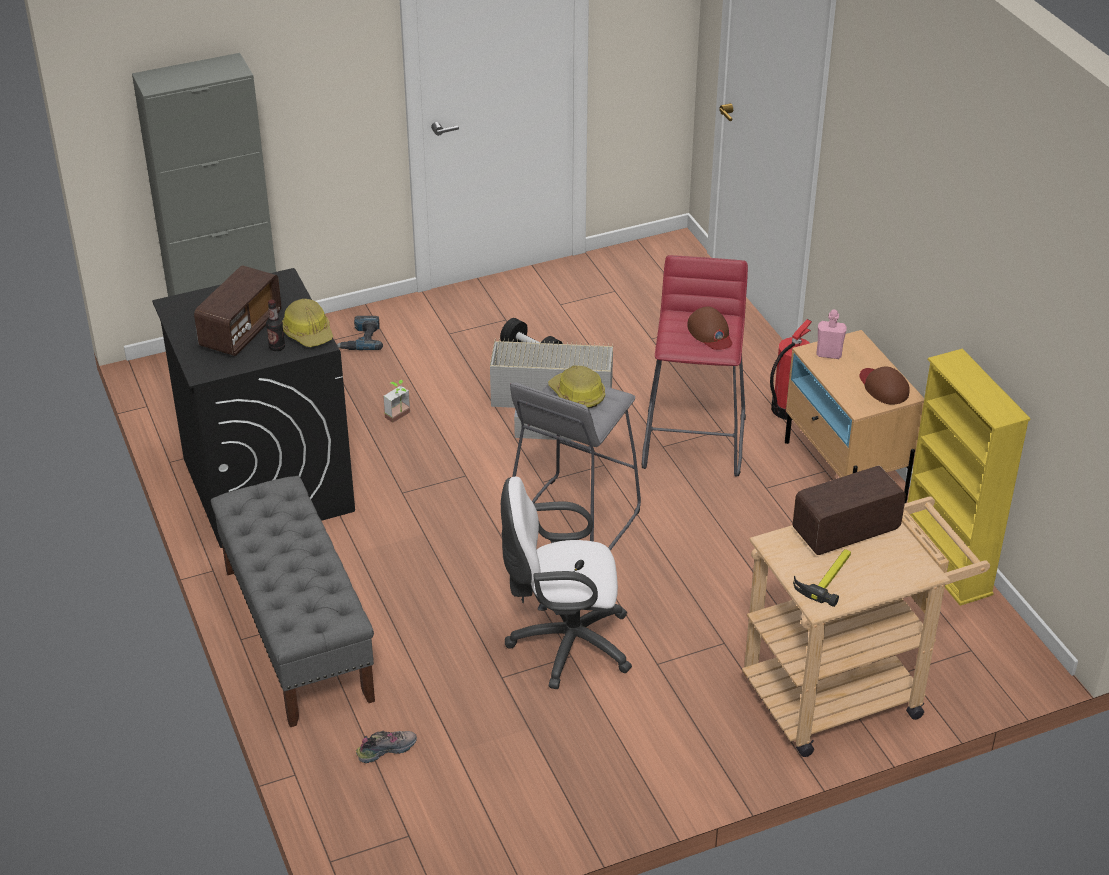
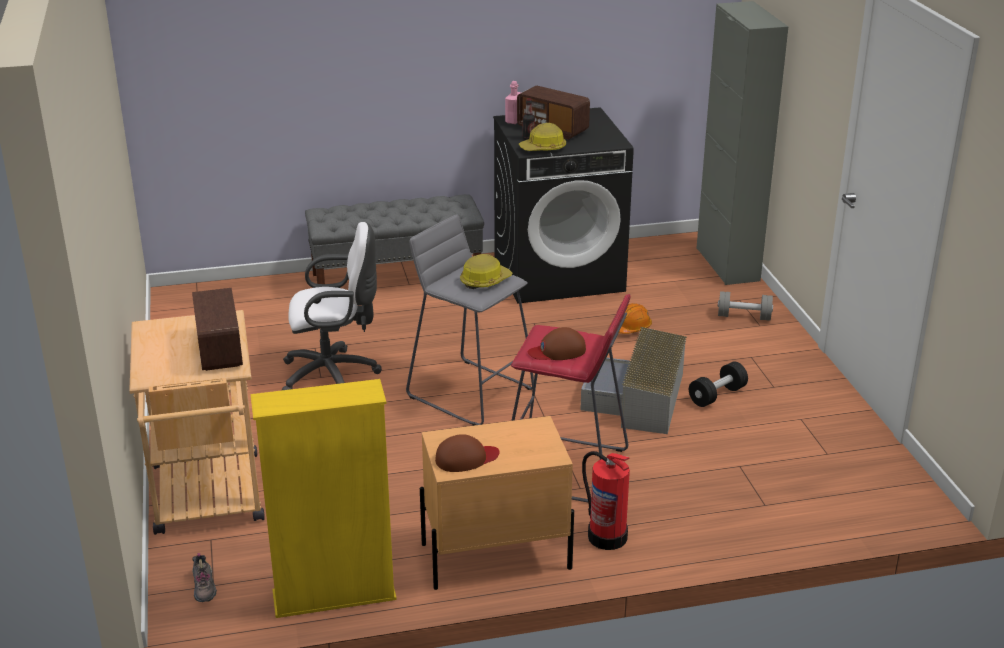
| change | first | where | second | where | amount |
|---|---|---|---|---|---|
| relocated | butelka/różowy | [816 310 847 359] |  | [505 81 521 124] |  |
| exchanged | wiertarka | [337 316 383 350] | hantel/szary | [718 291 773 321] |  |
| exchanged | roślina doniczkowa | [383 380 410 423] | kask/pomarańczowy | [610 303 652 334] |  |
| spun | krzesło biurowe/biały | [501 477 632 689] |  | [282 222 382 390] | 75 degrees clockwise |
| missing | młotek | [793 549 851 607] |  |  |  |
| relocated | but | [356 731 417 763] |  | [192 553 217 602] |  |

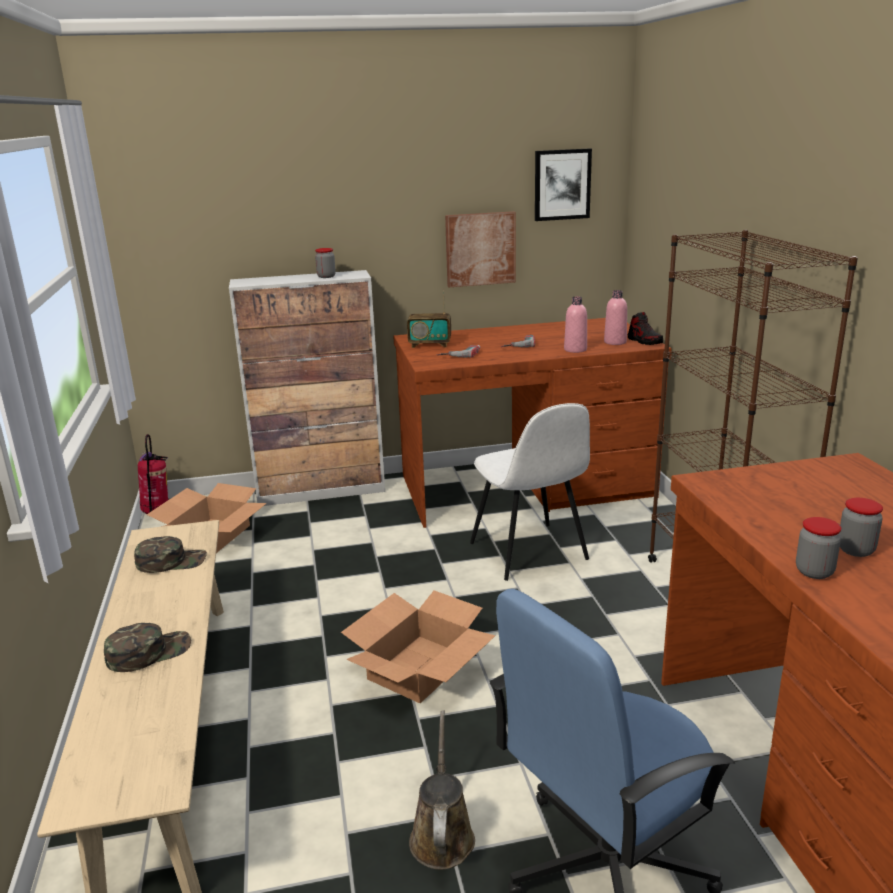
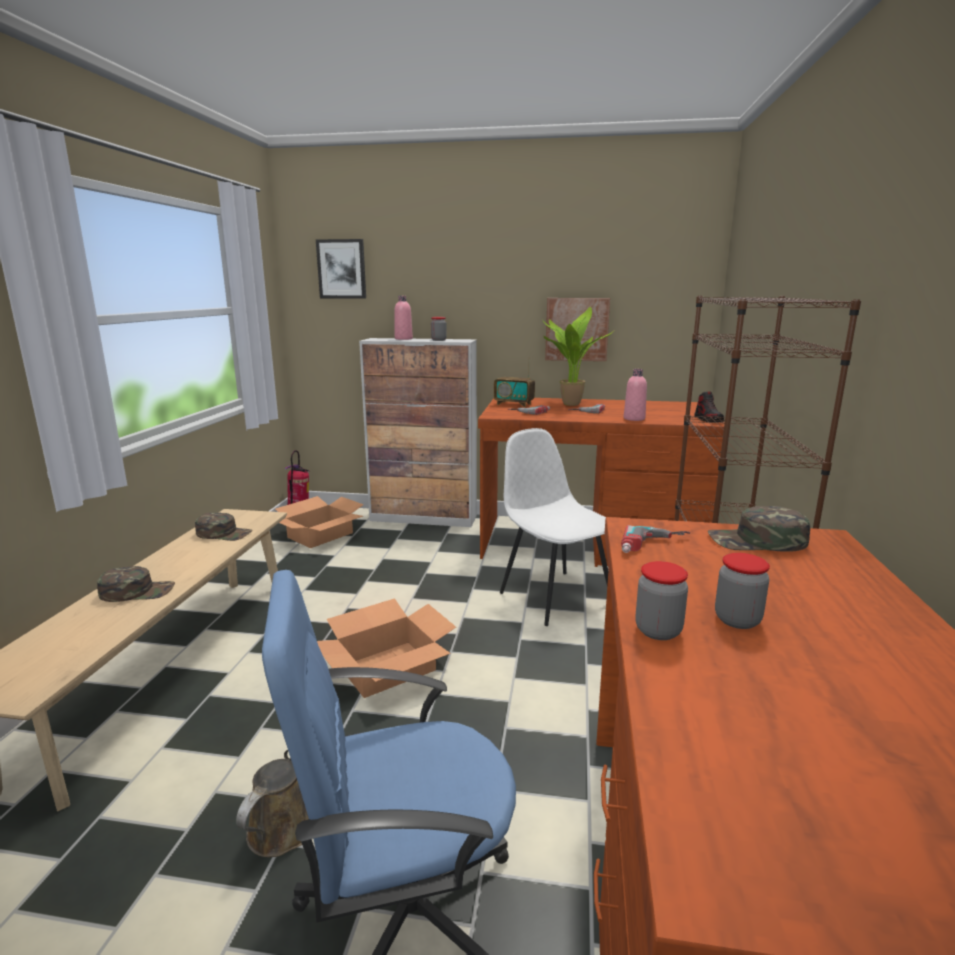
| change | first | where | second | where | amount |
|---|---|---|---|---|---|
| relocated | obraz | [535 149 592 221] |  | [316 239 366 299] |  |
| relocated | butelka/różowy | [604 290 627 345] |  | [394 296 413 340] |  |
| spun | krzesło/biały | [470 403 590 581] |  | [500 428 608 626] | 150 degrees clockwise |
| appeared |  |  | roślina doniczkowa | [543 307 614 406] |  |
| appeared |  |  | czapka z daszkiem/zielony | [708 506 810 552] |  |
| appeared |  |  | wiertarka | [621 525 690 553] |  |

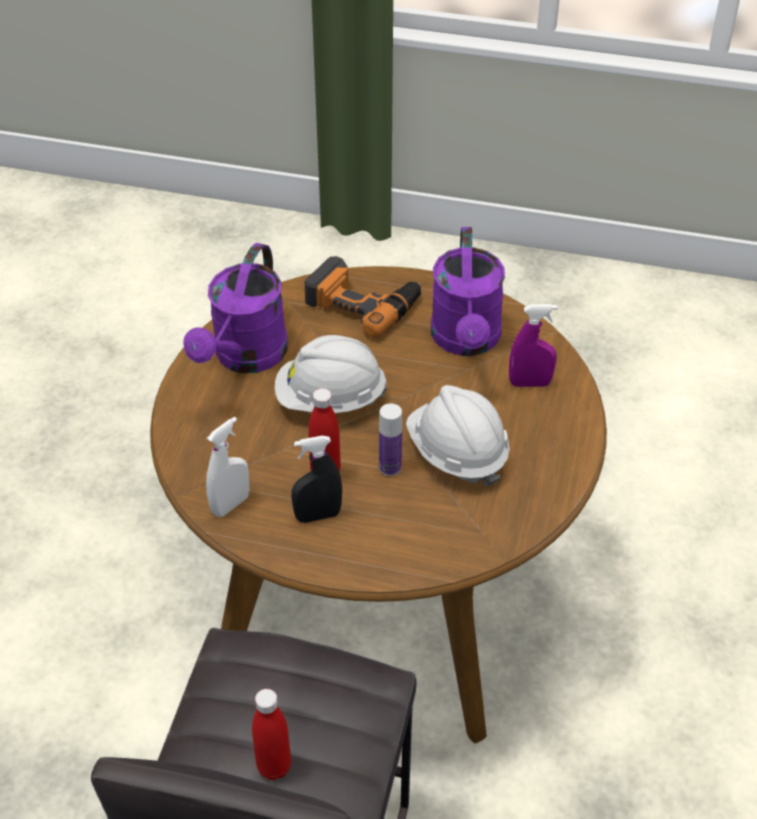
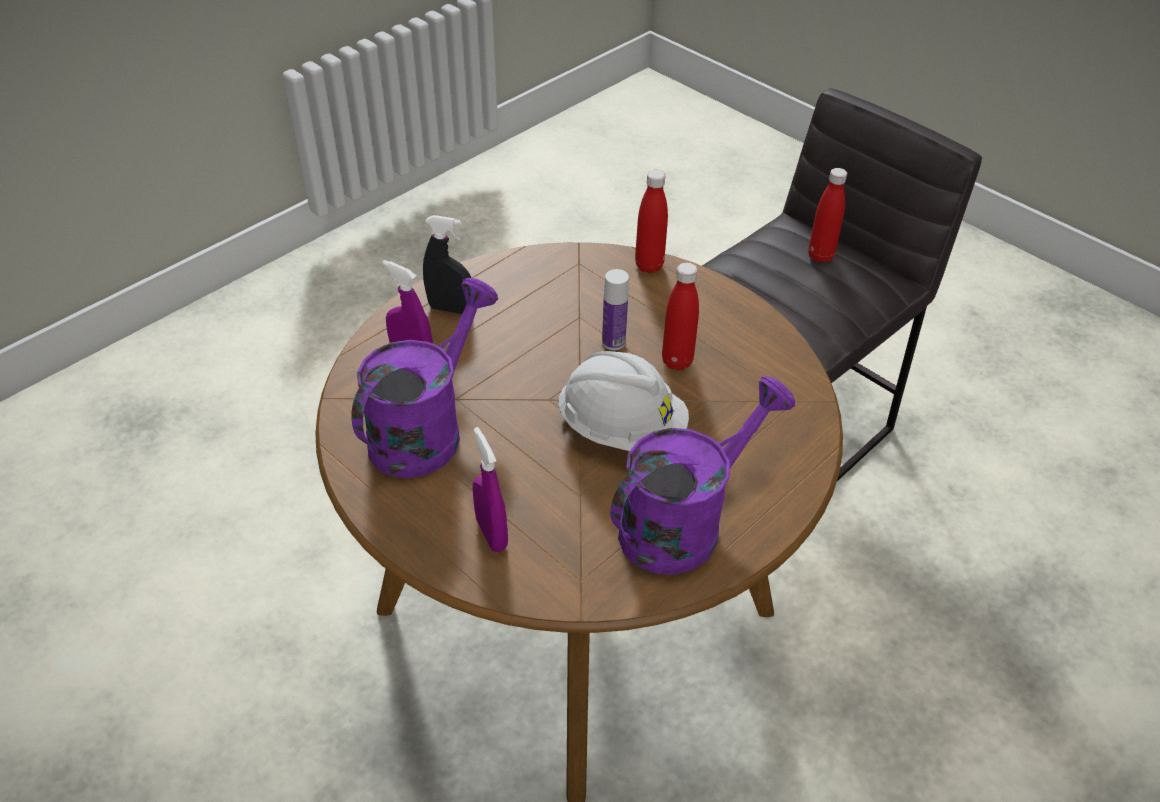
| change | first | where | second | where | amount |
|---|---|---|---|---|---|
| exchanged | wiertarka | [305 256 421 338] | spryskiwacz/fioletowy | [473 427 508 552] |  |
| missing | kask/biały | [406 385 510 487] |  |  |  |
| missing | spryskiwacz/biały | [206 417 249 517] |  |  |  |
| relocated | spryskiwacz/czarny | [291 436 342 523] |  | [423 215 471 314] |  |
| appeared |  |  | butelka/czerwony | [635 170 668 273] |  |

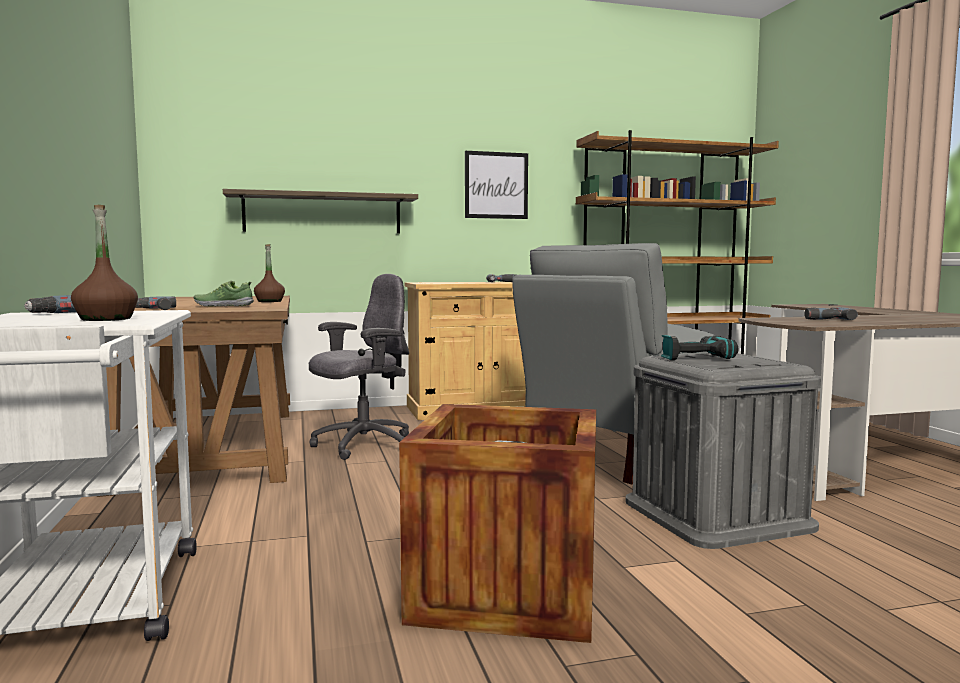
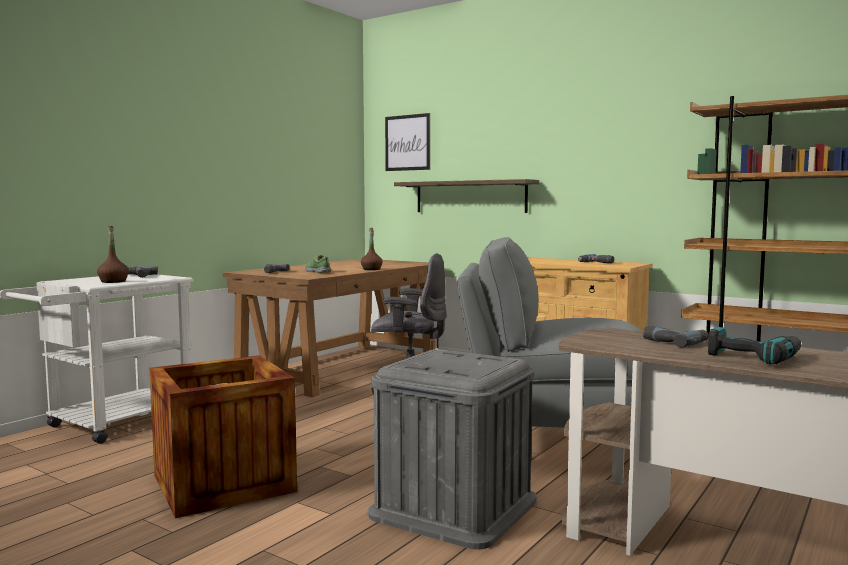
| change | first | where | second | where | amount |
|---|---|---|---|---|---|
| relocated | obraz | [465 151 528 219] |  | [385 113 430 171] |  |
| relocated | wiertarka | [661 335 739 360] |  | [708 327 802 364] |  |

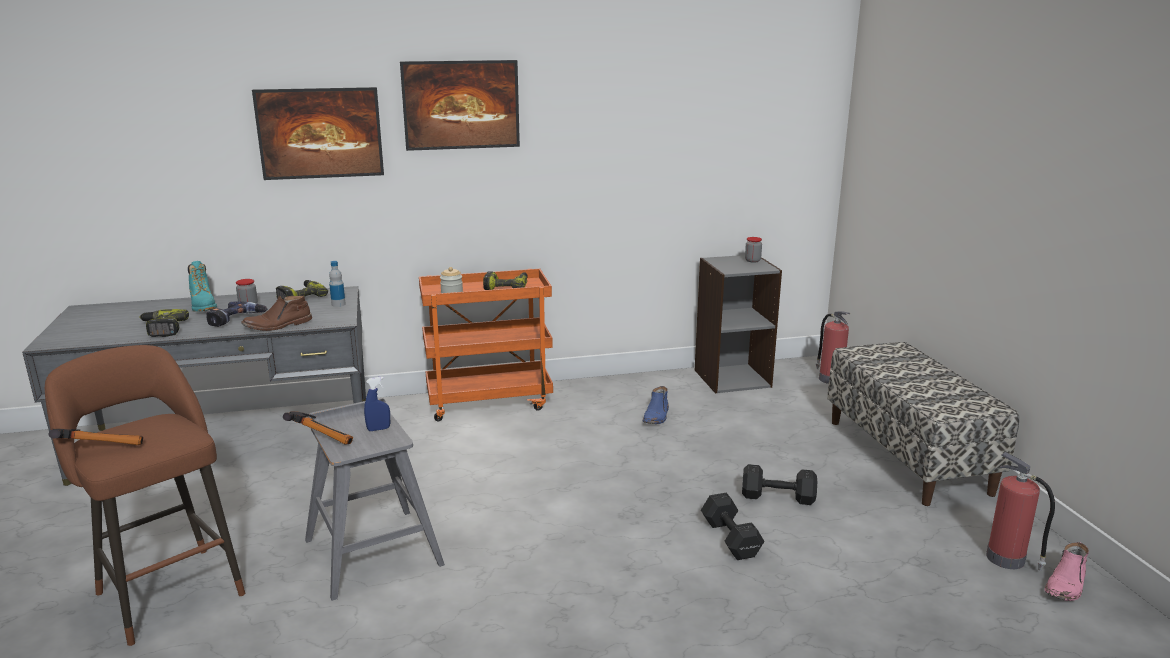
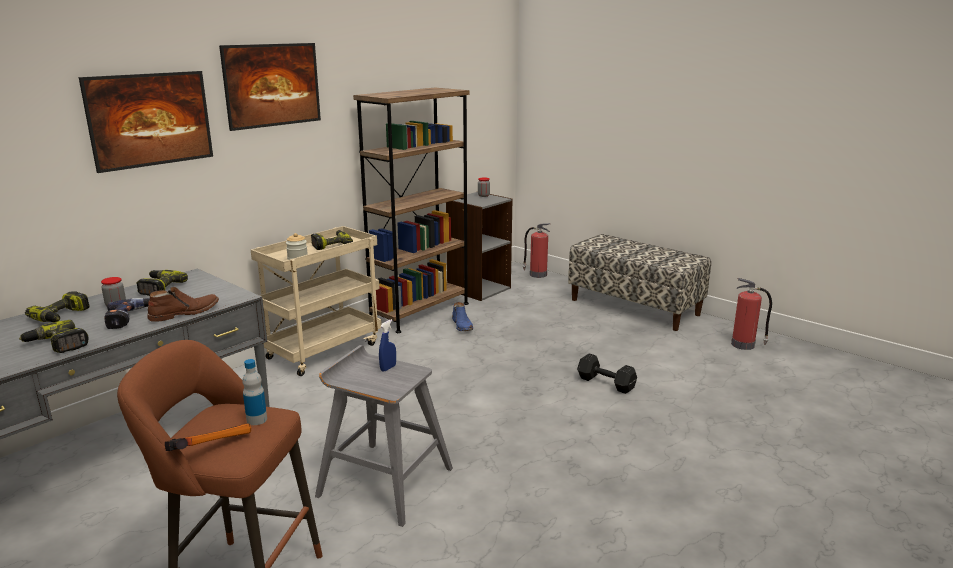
| change | first | where | second | where | amount |
|---|---|---|---|---|---|
| exchanged | but z cholewką/turkusowy | [188 261 217 312] | wiertarka | [25 291 90 322] |  |
| relocated | butelka | [329 261 346 307] |  | [242 359 267 425] |  |
| colour | wózek/pomarańczowy | [419 269 553 421] | wózek/beżowy | [251 226 382 376] |  |
| spun | but z cholewką/brązowy | [241 296 312 331] |  | [147 287 219 322] | 150 degrees counterclockwise |
| missing | młotek | [283 411 353 445] |  |  |  |
| missing | hantel/czarny | [742 464 817 505] |  |  |  |
| missing | but z cholewką/różowy | [1045 542 1089 601] |  |  |  |
| appeared |  |  | regał/brązowy | [353 88 470 333] |  |

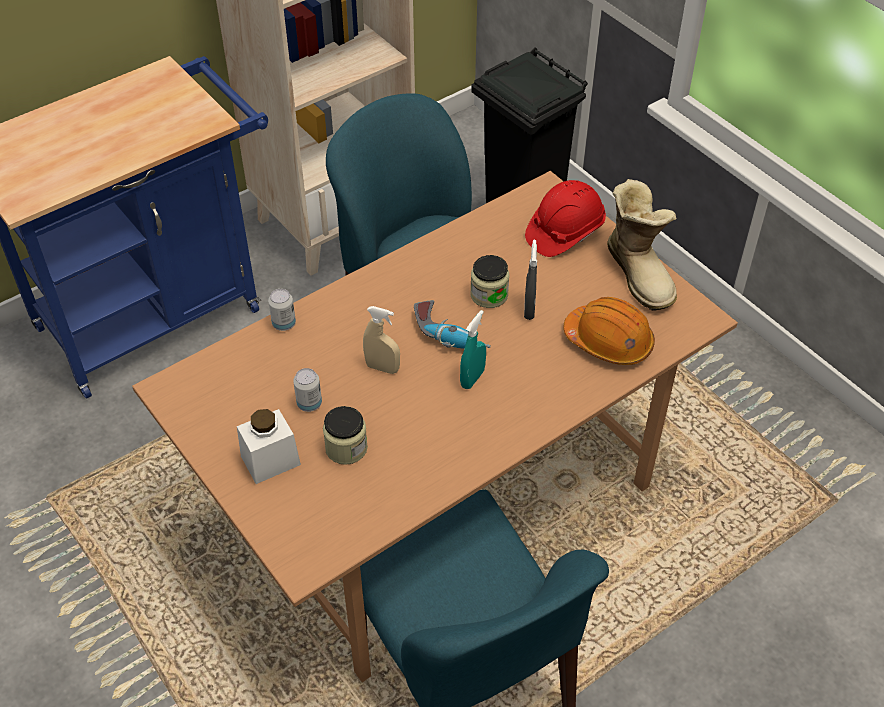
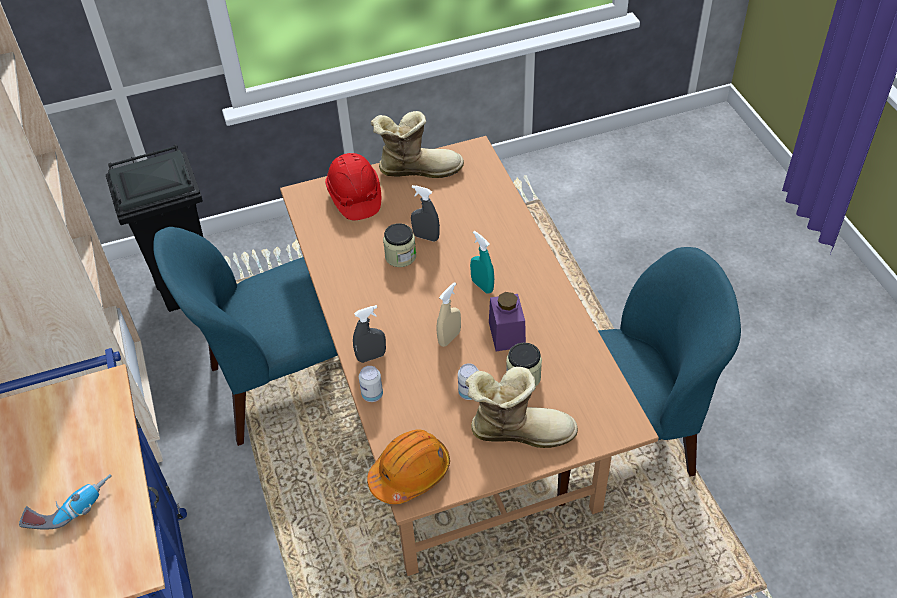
| change | first | where | second | where | amount |
|---|---|---|---|---|---|
| relocated | kask/pomarańczowy | [563 297 655 365] |  | [367 430 450 504] |  |
| relocated | wiertarka | [414 300 491 348] |  | [19 474 112 530] |  |
| exchanged | słoik/biały | [237 409 301 484] | but z cholewką | [465 367 578 448] |  |
| appeared |  |  | słoik/fioletowy | [489 292 526 351] |  |
| appeared |  |  | spryskiwacz/szary | [353 305 386 363] |  |

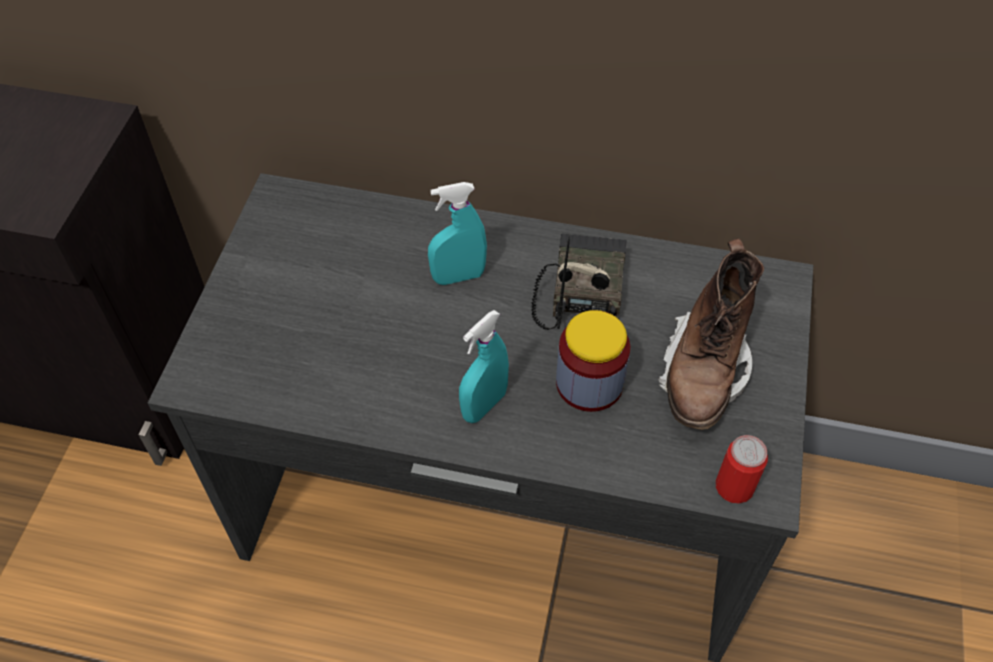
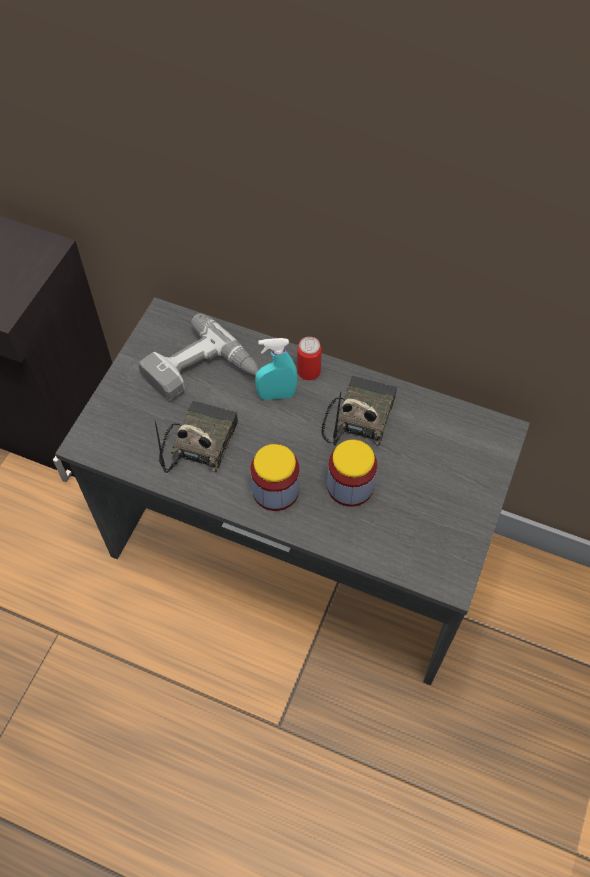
| change | first | where | second | where | amount |
|---|---|---|---|---|---|
| missing | but z cholewką/brązowy | [658 238 764 430] |  |  |  |
| exchanged | spryskiwacz/turkusowy | [459 310 509 423] | słoik | [251 444 299 511] |  |
| relocated | puszka | [716 435 768 504] |  | [297 337 322 380] |  |
| appeared |  |  | wiertarka | [138 313 259 400] |  |
| appeared |  |  | radio | [155 400 238 473] |  |

